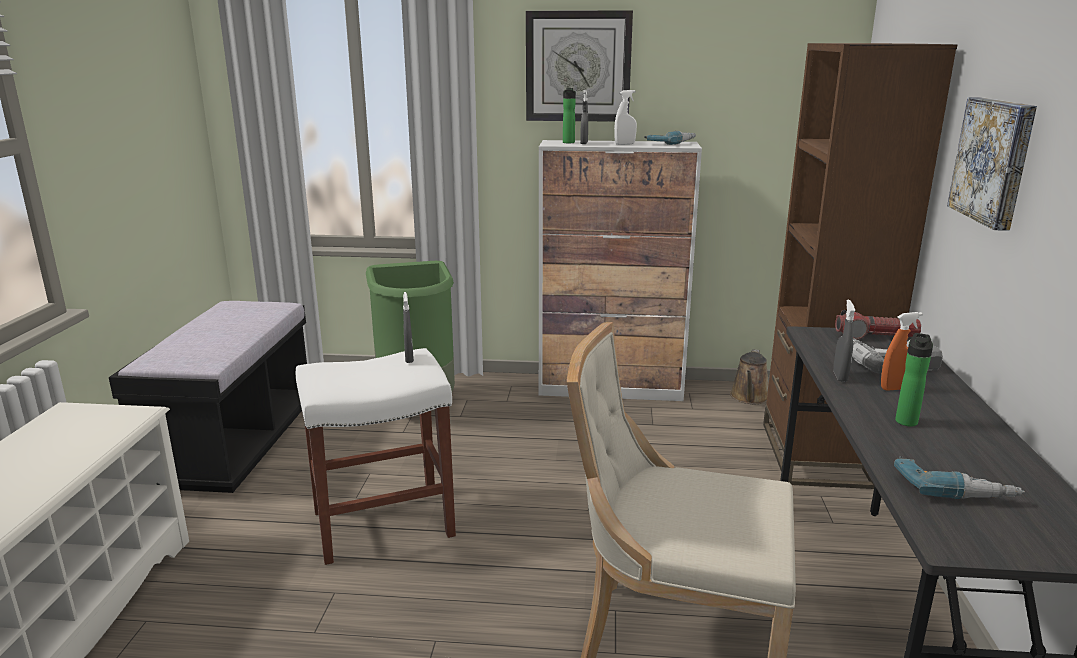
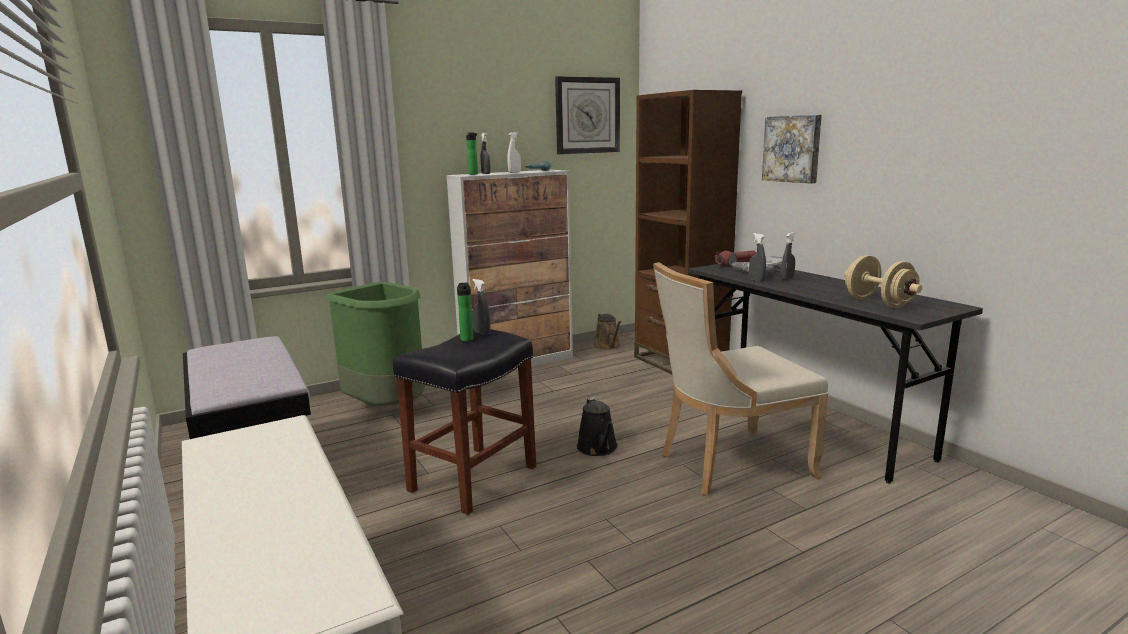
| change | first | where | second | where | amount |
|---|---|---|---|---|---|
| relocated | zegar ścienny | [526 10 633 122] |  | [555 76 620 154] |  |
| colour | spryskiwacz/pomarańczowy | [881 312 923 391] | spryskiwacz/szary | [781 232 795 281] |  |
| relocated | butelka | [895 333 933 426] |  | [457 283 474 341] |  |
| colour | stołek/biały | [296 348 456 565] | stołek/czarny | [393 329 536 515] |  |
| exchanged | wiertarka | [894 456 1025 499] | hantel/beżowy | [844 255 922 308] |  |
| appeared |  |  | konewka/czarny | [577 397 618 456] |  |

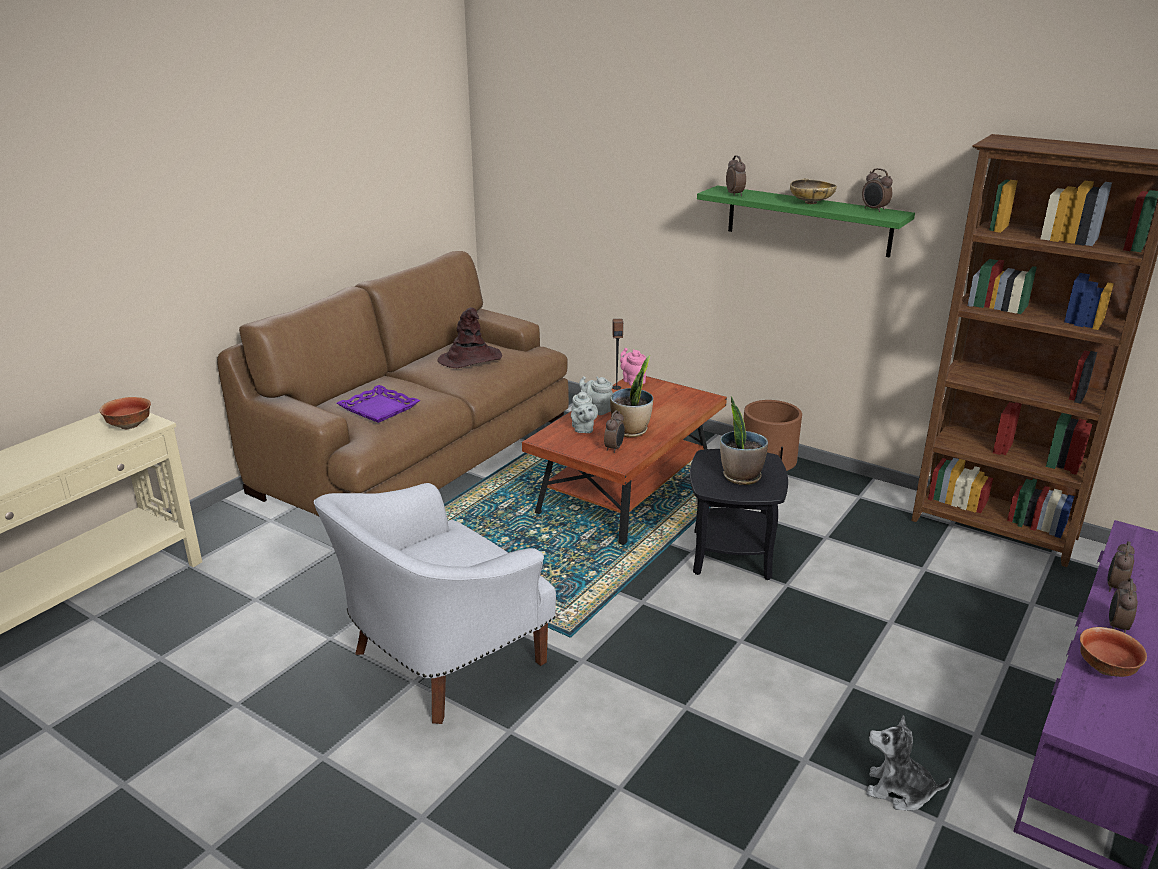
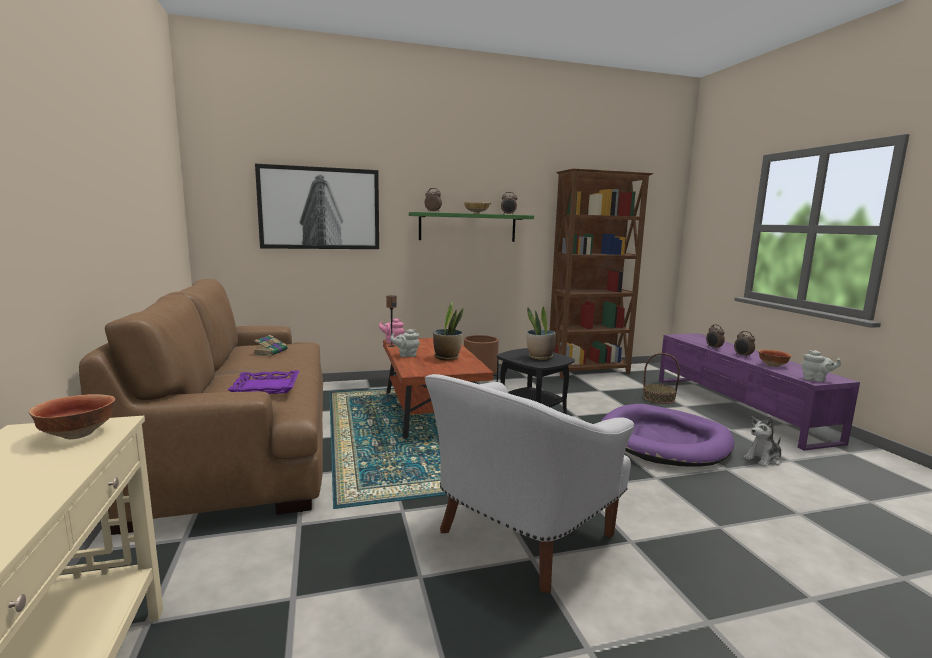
| change | first | where | second | where | amount |
|---|---|---|---|---|---|
| exchanged | kapelusz/brązowy | [438 307 502 368] | książka | [253 335 288 356] |  |
| relocated | imbryk/szary | [571 390 598 433] |  | [801 350 841 382] |  |
| missing | budzik | [604 410 625 453] |  |  |  |
| spun | fotel/biały | [314 483 556 724] |  | [425 374 634 593] | 45 degrees clockwise |
| appeared |  |  | obraz | [255 164 379 249] |  |
| appeared |  |  | koszyk | [643 353 680 404] |  |
| appeared |  |  | legowisko/fioletowy | [601 404 734 467] |  |

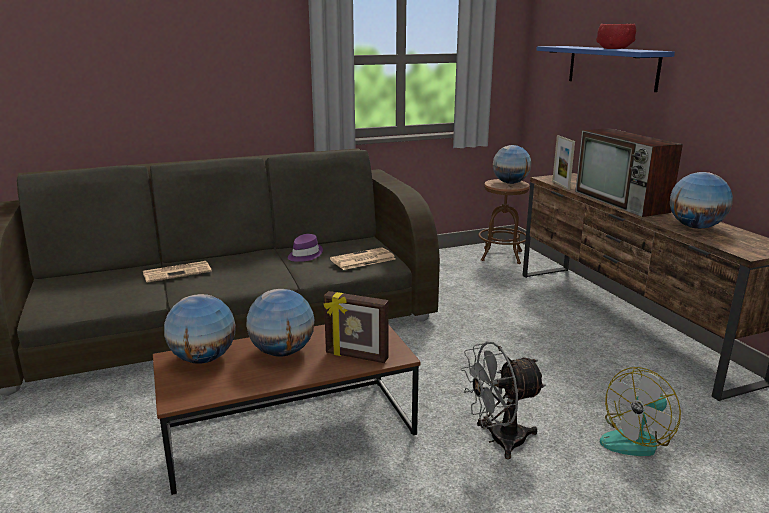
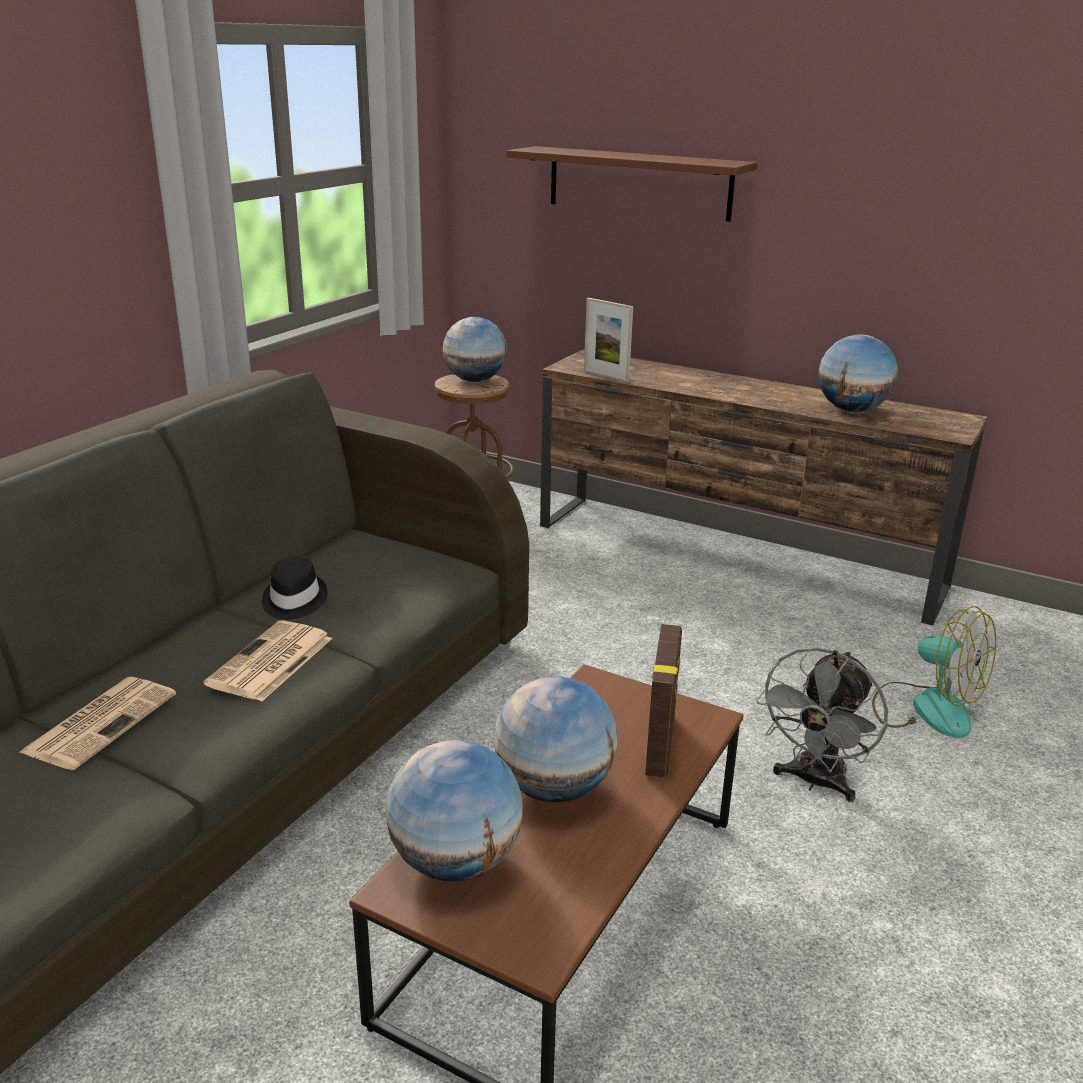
| change | first | where | second | where | amount |
|---|---|---|---|---|---|
| missing | miska/czerwony | [596 24 636 49] |  |  |  |
| colour | półka/niebieski | [536 46 675 92] | półka/brązowy | [506 146 758 222] |  |
| missing | telewizor | [575 128 683 217] |  |  |  |
| colour | kapelusz/fioletowy | [288 234 323 262] | kapelusz/czarny | [262 557 327 620] |  |
| relocated | gazeta | [330 247 395 270] |  | [204 620 332 701] |  |
| spun | ramka na zdjęcie | [323 291 389 363] |  | [645 624 682 778] | 60 degrees counterclockwise |
| spun | wentylator | [600 367 681 456] |  | [872 606 996 738] | 60 degrees counterclockwise |

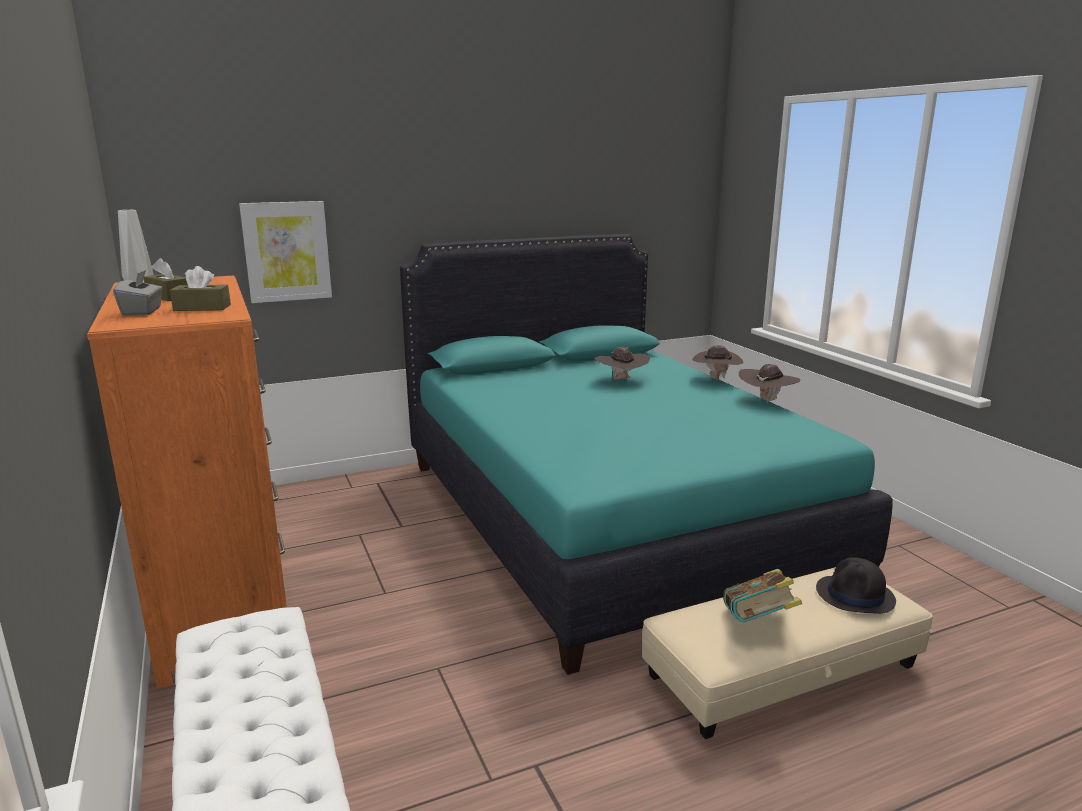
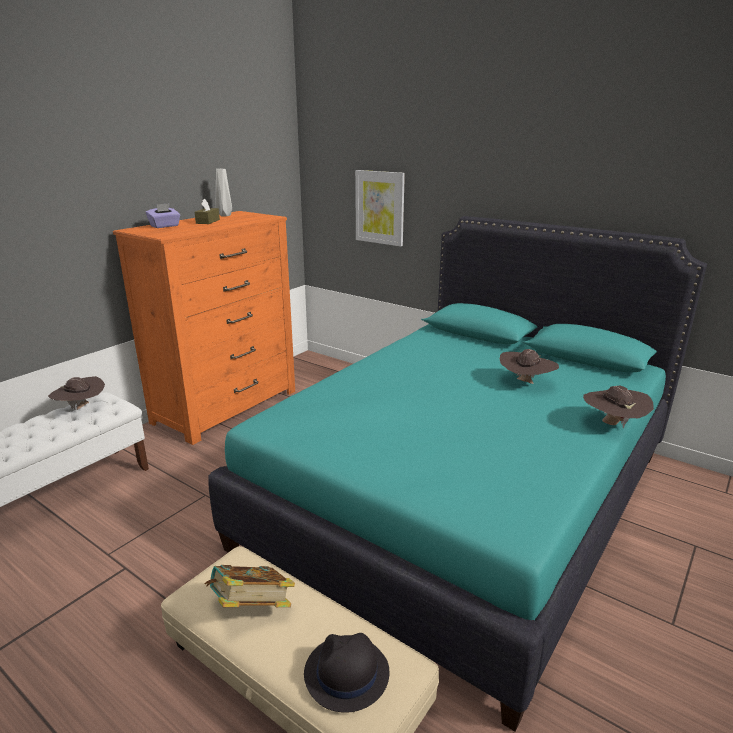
| change | first | where | second | where | amount |
|---|---|---|---|---|---|
| missing | pudełko chusteczek/brązowy | [170 266 231 311] |  |  |  |
| colour | pudełko chusteczek/szary | [113 270 163 316] | pudełko chusteczek/fioletowy | [146 203 180 228] |  |
| relocated | kapelusz/brązowy | [738 364 801 403] |  | [48 376 105 410] |  |

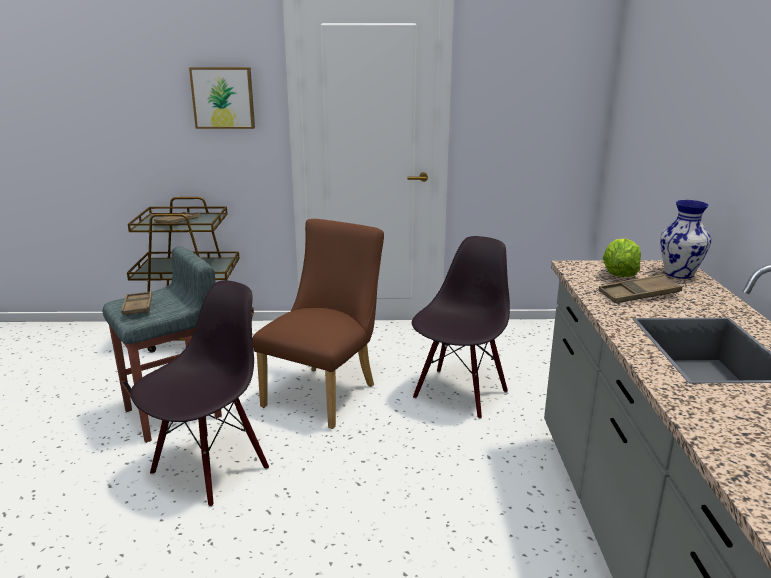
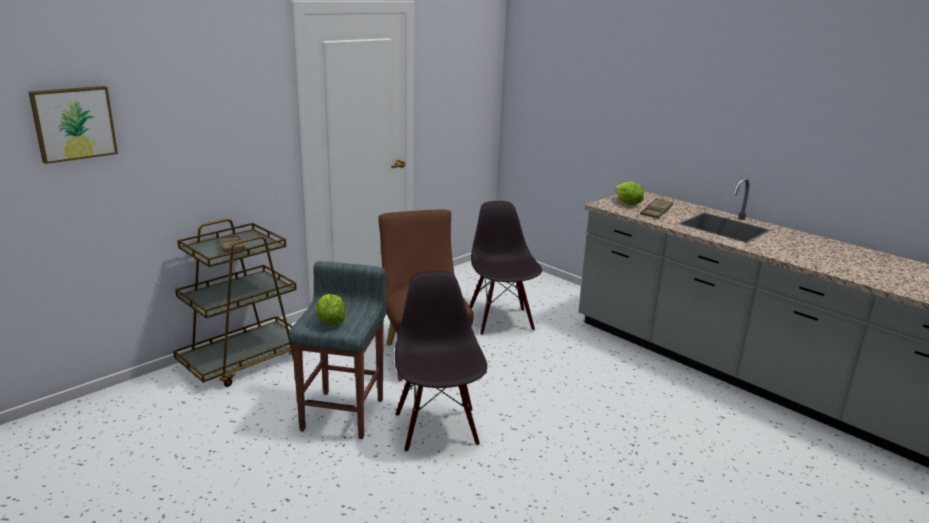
| change | first | where | second | where | amount |
|---|---|---|---|---|---|
| relocated | obraz | [189 67 255 129] |  | [28 86 118 164] |  |
| missing | wazon | [660 200 711 279] |  |  |  |
| exchanged | taca/brązowy | [121 291 153 316] | sałata | [316 294 346 325] |  |

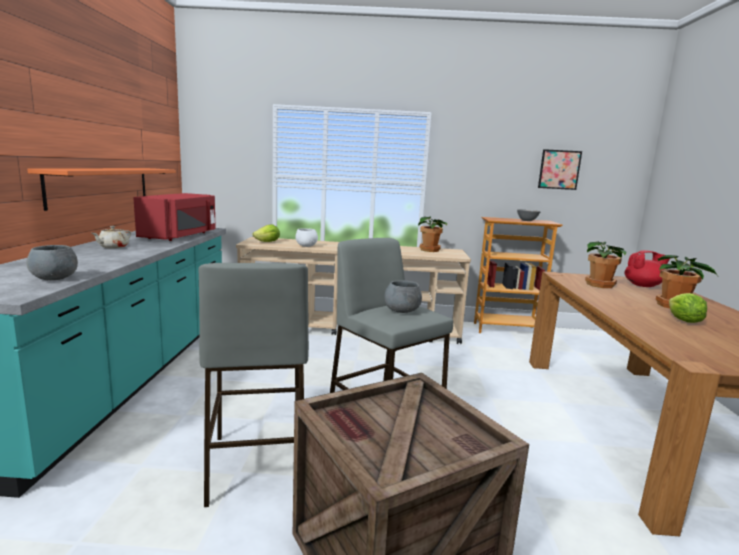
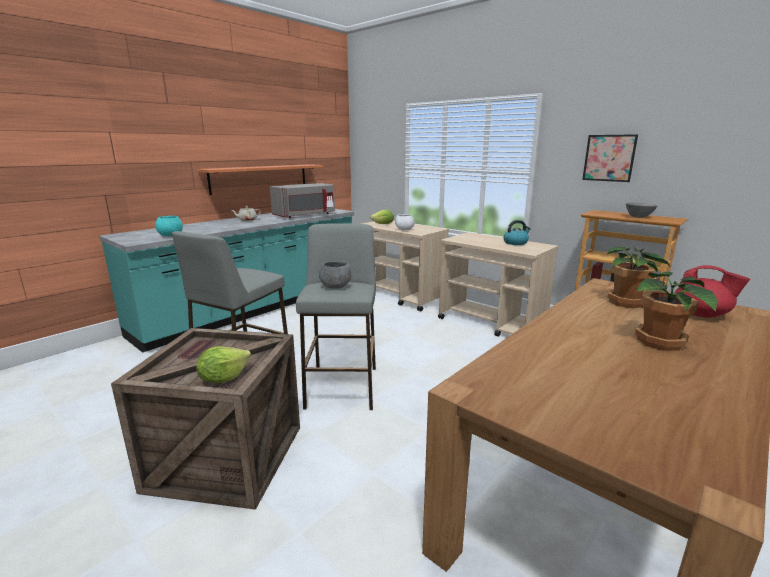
| change | first | where | second | where | amount |
|---|---|---|---|---|---|
| relocated | obraz | [538 149 582 190] |  | [582 134 638 182] |  |
| colour | mikrofalówka/czerwony | [133 193 216 241] | mikrofalówka/szary | [270 183 335 218] |  |
| exchanged | roślina doniczkowa | [418 217 447 252] | czajnik | [503 220 531 245] |  |
| colour | miska/szary | [26 245 78 280] | miska/turkusowy | [155 216 183 236] |  |
| relocated | sałata | [669 293 707 323] |  | [196 346 251 383] |  |

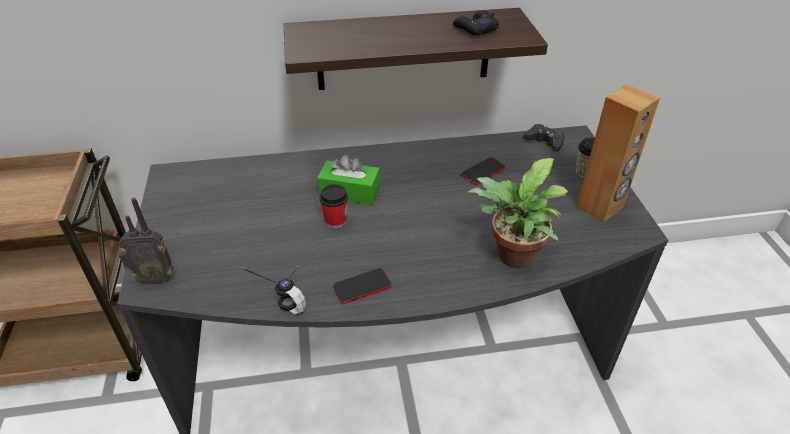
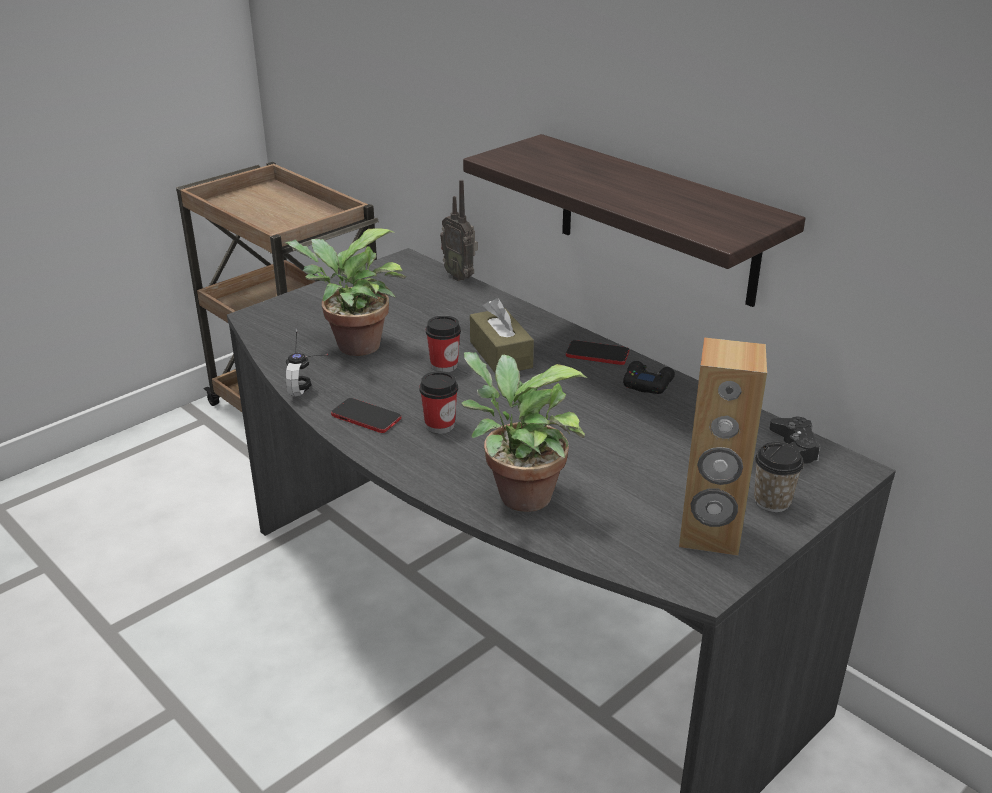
| change | first | where | second | where | amount |
|---|---|---|---|---|---|
| relocated | pad do gier/czarny | [453 10 499 35] |  | [623 361 675 394] |  |
| colour | pudełko chusteczek/zielony | [317 154 380 205] | pudełko chusteczek/brązowy | [470 298 534 373] |  |
| relocated | telefon | [461 157 506 185] |  | [566 340 629 365] |  |
| relocated | radio | [118 198 174 285] |  | [440 180 478 281] |  |
| appeared |  |  | roślina doniczkowa | [285 228 406 356] |  |
| appeared |  |  | filiżanka | [419 371 458 434] |  |

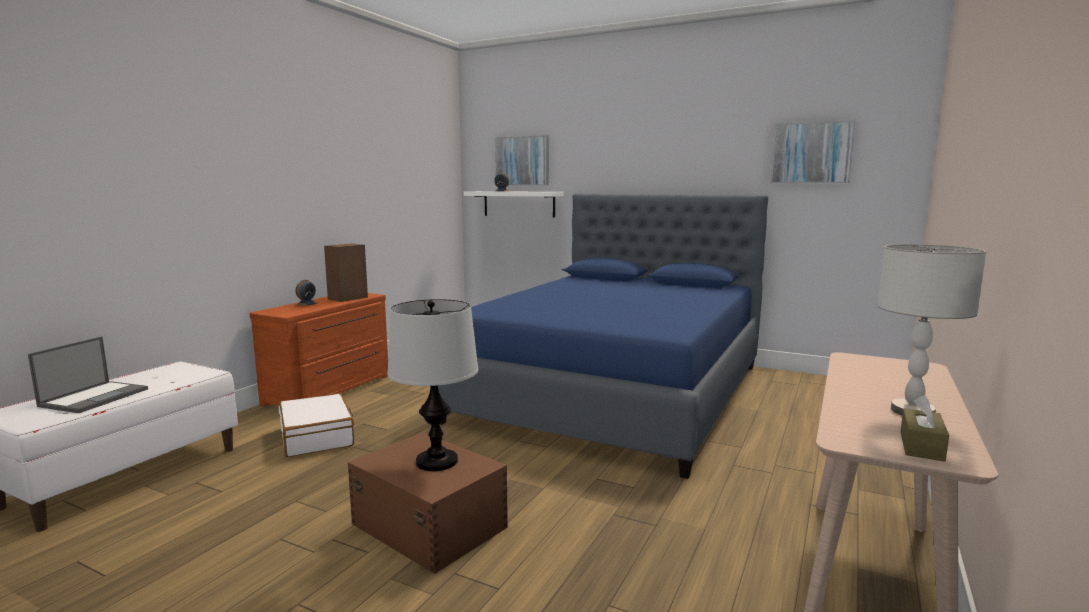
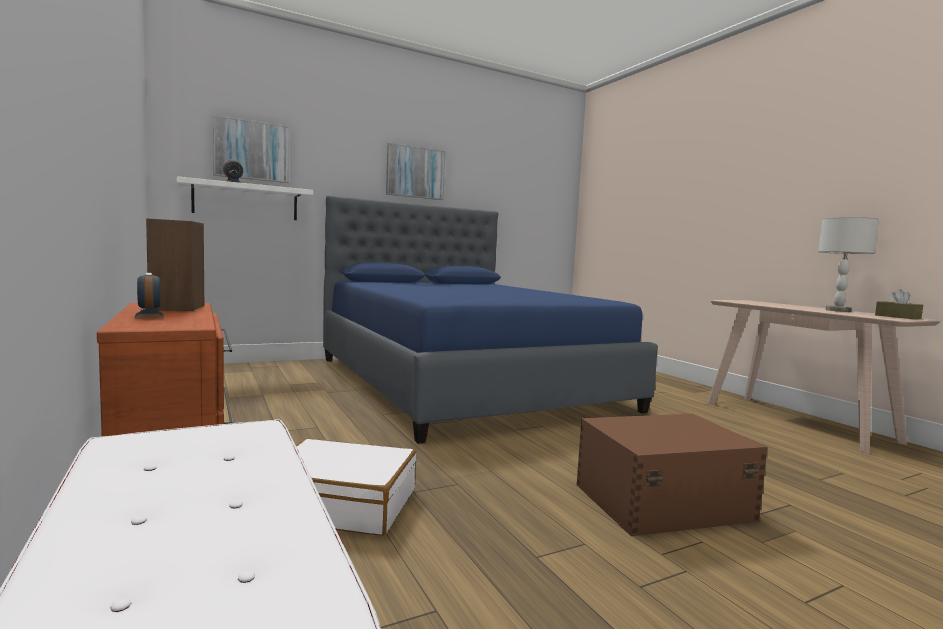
| change | first | where | second | where | amount |
|---|---|---|---|---|---|
| relocated | obraz | [770 120 855 183] |  | [386 143 446 200] |  |
| missing | lampa stołowa | [387 299 479 471] |  |  |  |
| missing | laptop | [28 336 148 413] |  |  |  |

